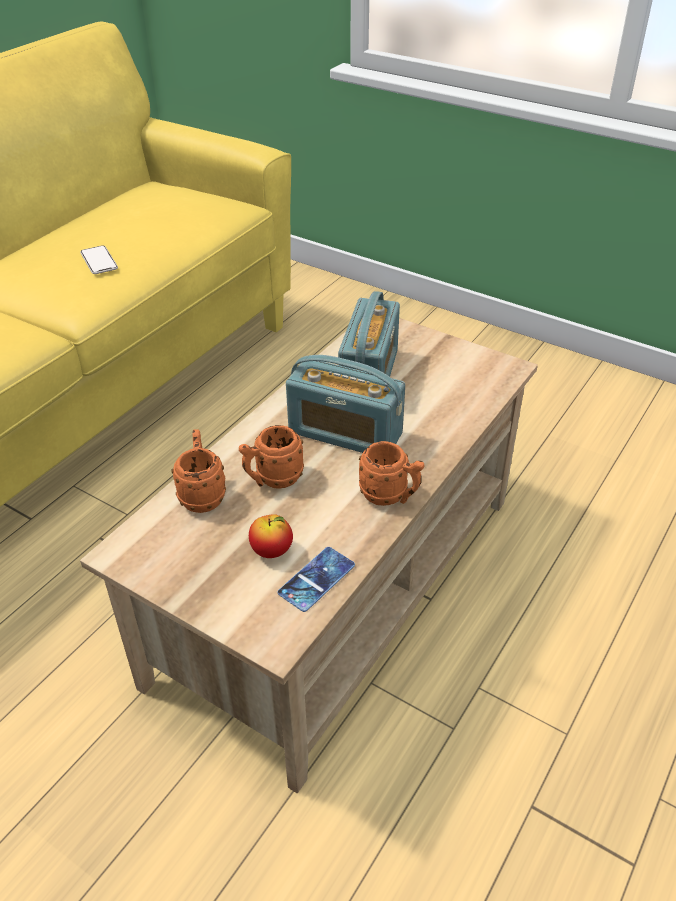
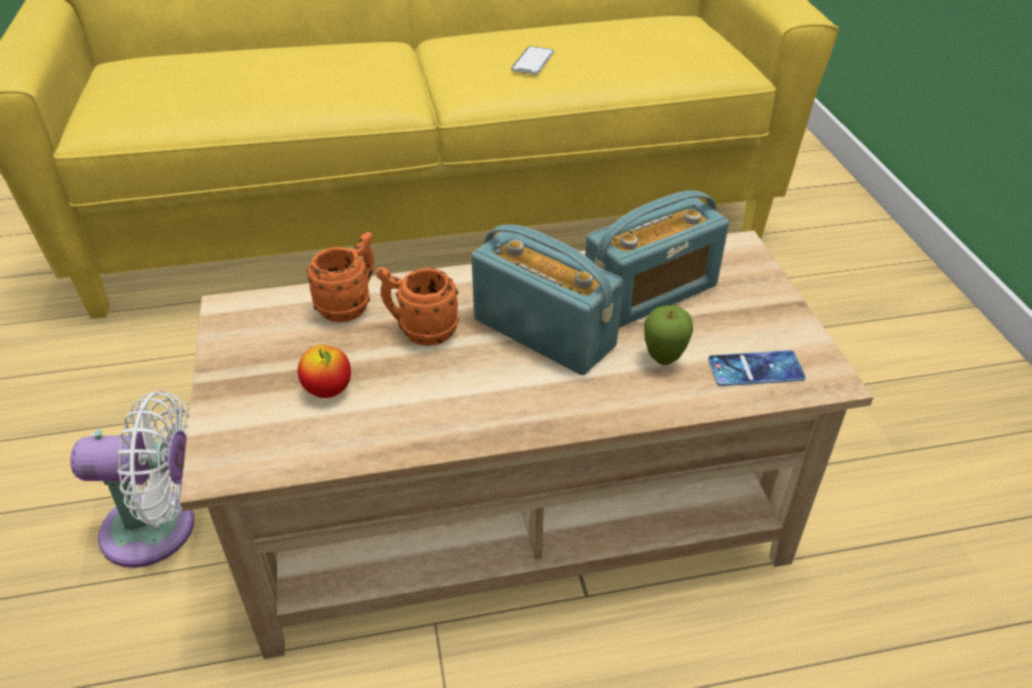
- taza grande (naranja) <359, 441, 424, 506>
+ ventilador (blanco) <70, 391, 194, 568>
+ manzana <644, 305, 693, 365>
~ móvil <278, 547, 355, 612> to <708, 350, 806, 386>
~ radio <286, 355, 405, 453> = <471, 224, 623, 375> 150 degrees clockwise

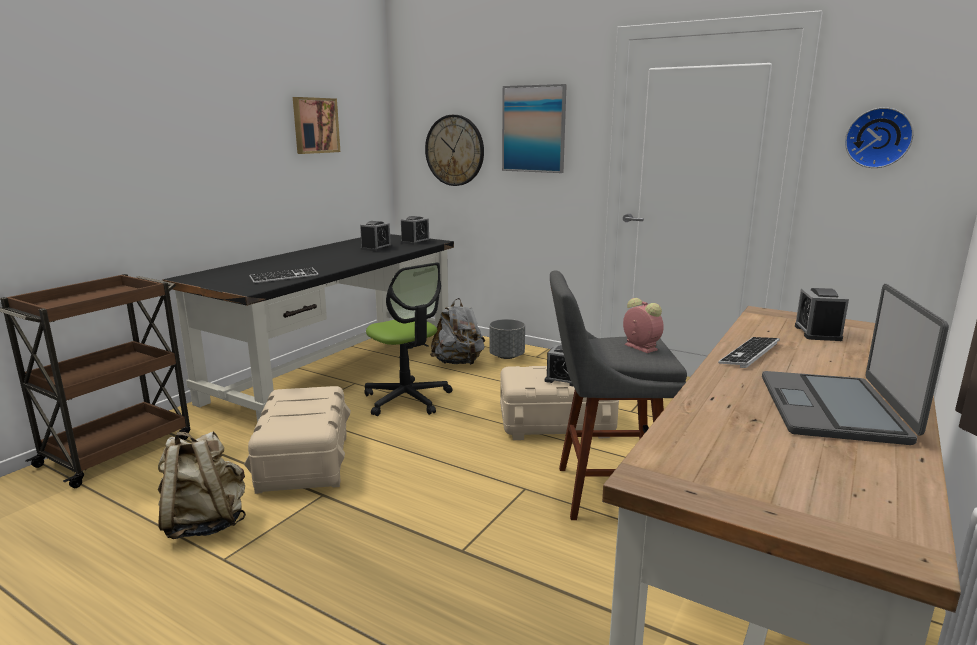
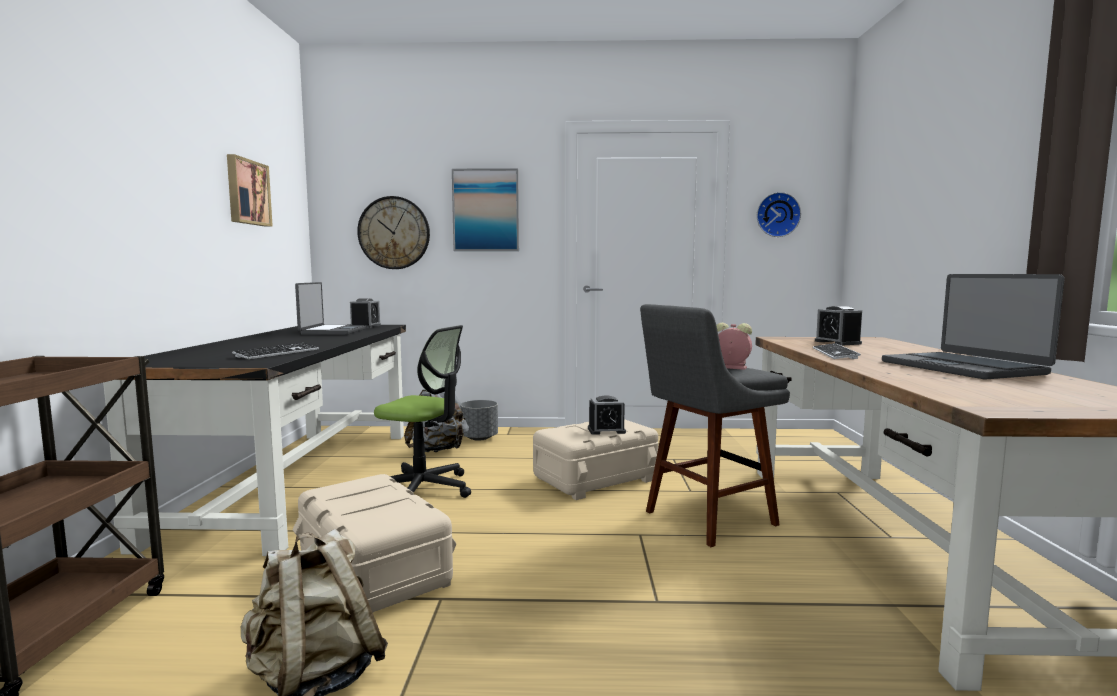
~ despertador <360, 221, 391, 251> to portátil <295, 282, 367, 335>

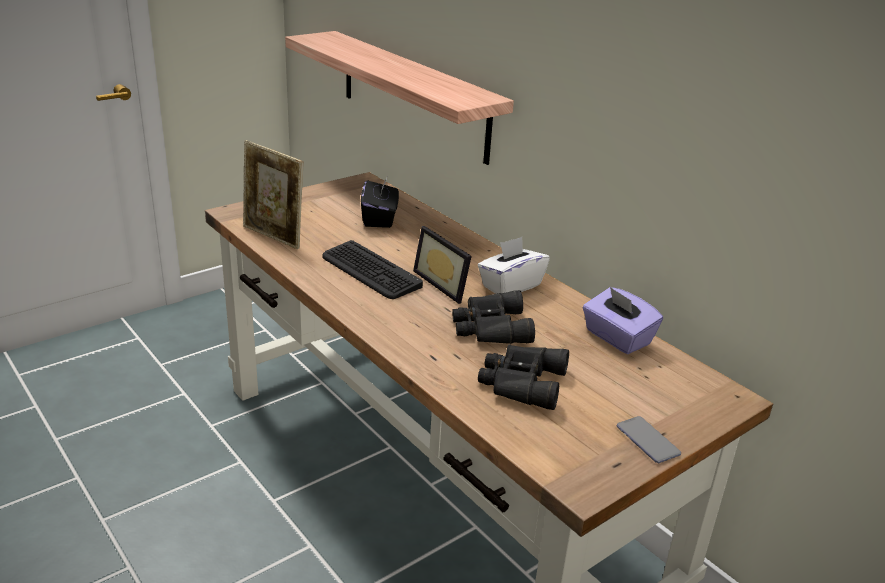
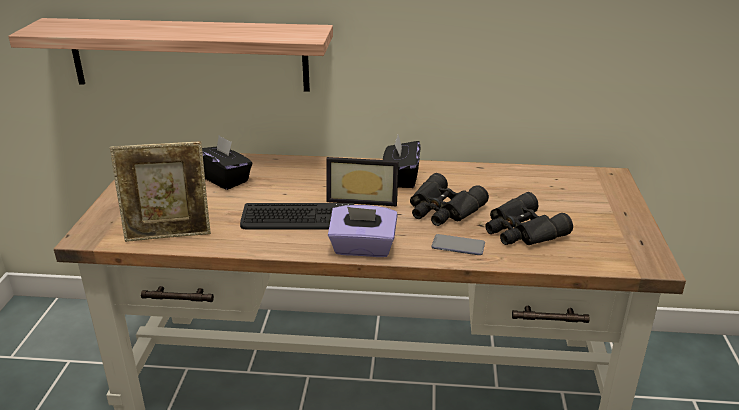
~ caja de pañuelos (morado) <583, 287, 663, 354> to <328, 205, 398, 257>
~ móvil <617, 416, 681, 463> to <431, 234, 485, 255>
~ caja de pañuelos (blanco) <478, 237, 550, 294> to caja de pañuelos (negro) <383, 135, 421, 188>

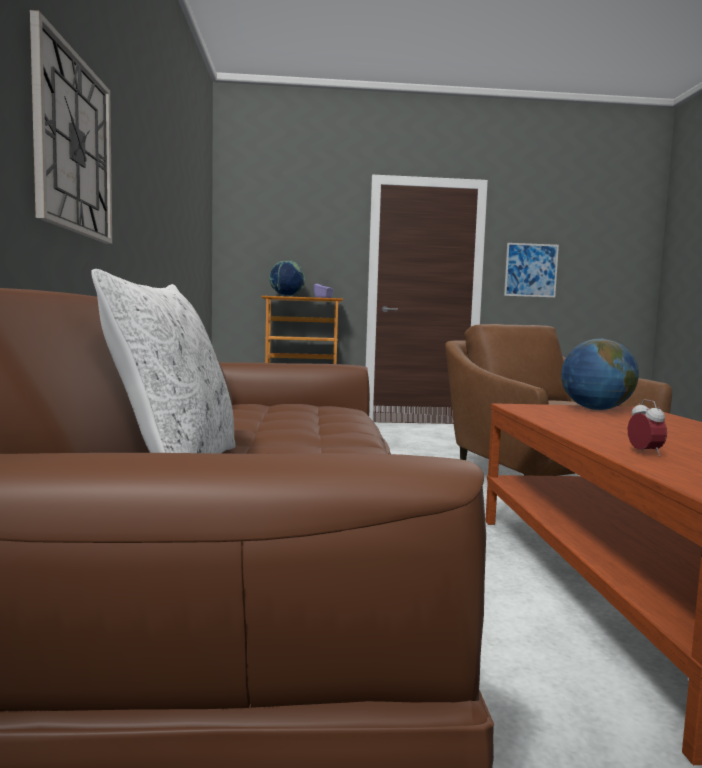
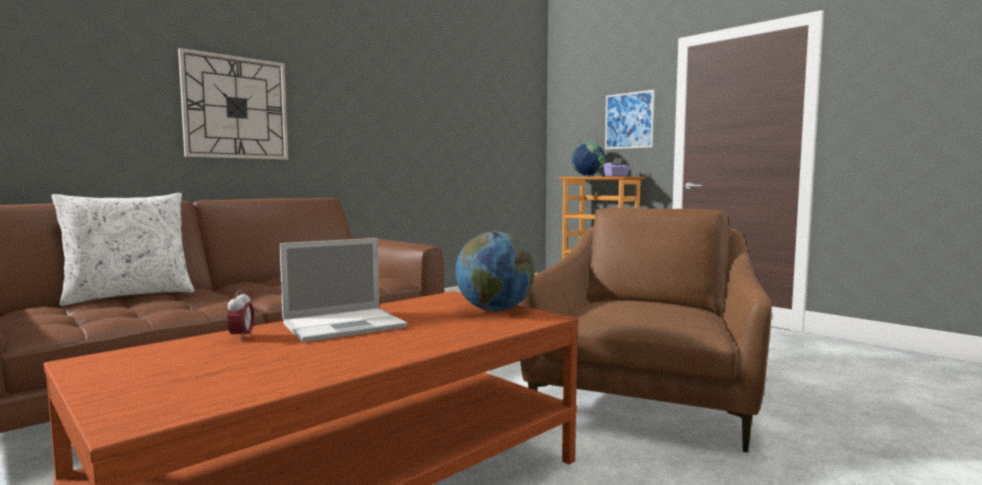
+ portátil <280, 238, 407, 343>
~ cuadro <504, 243, 559, 298> to <605, 90, 655, 150>
~ despertador <628, 399, 667, 457> = <227, 290, 255, 341> 45 degrees counterclockwise

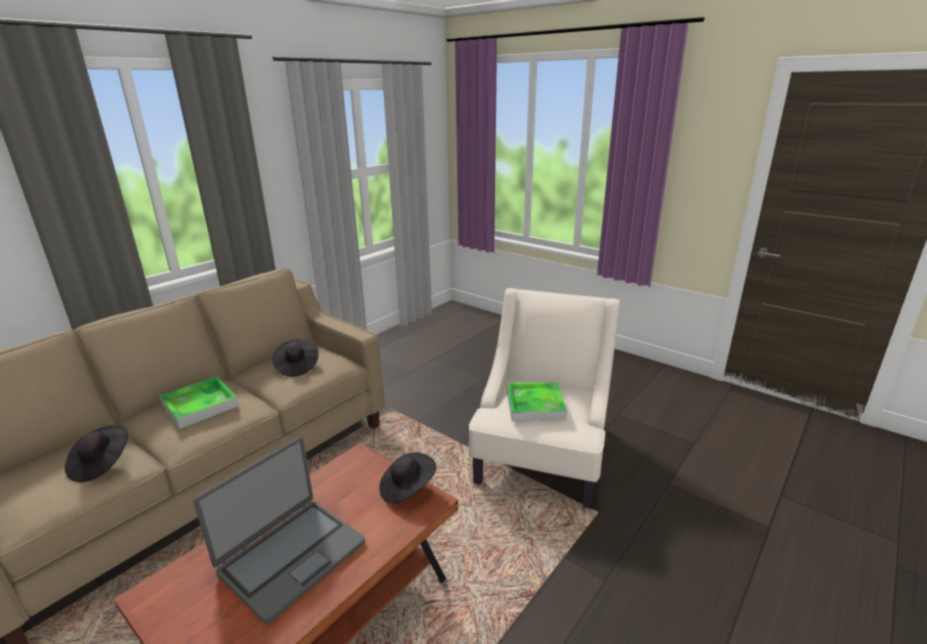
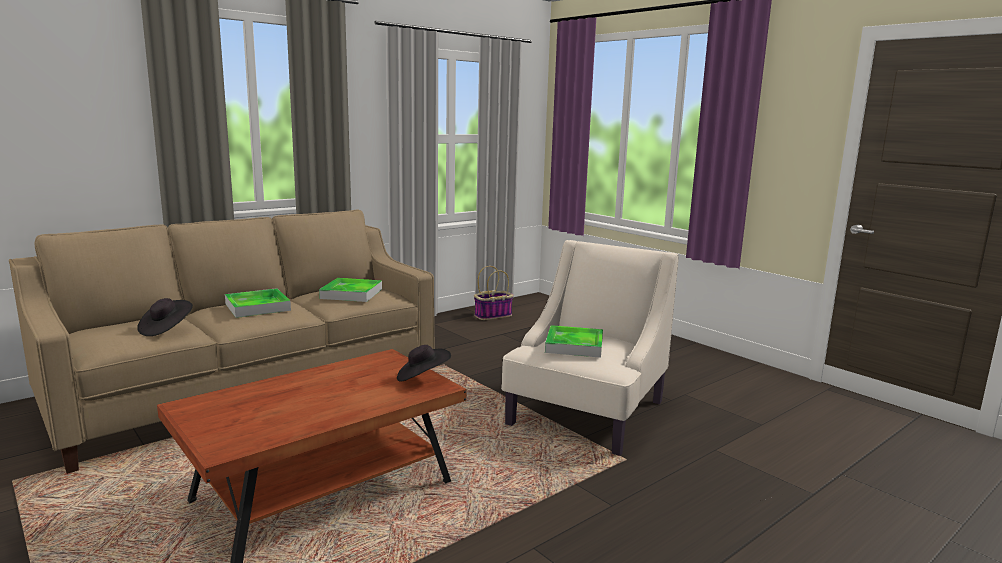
- portátil <193, 437, 365, 624>
+ cesta <474, 266, 513, 320>
~ sombrero (negro) <272, 339, 319, 377> to bandeja <319, 278, 382, 302>

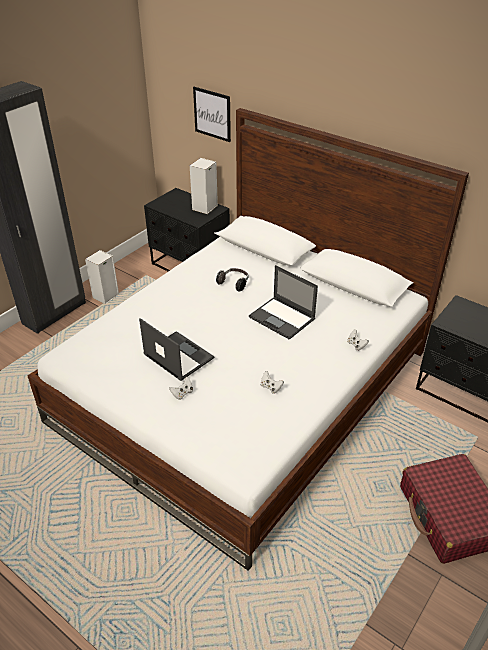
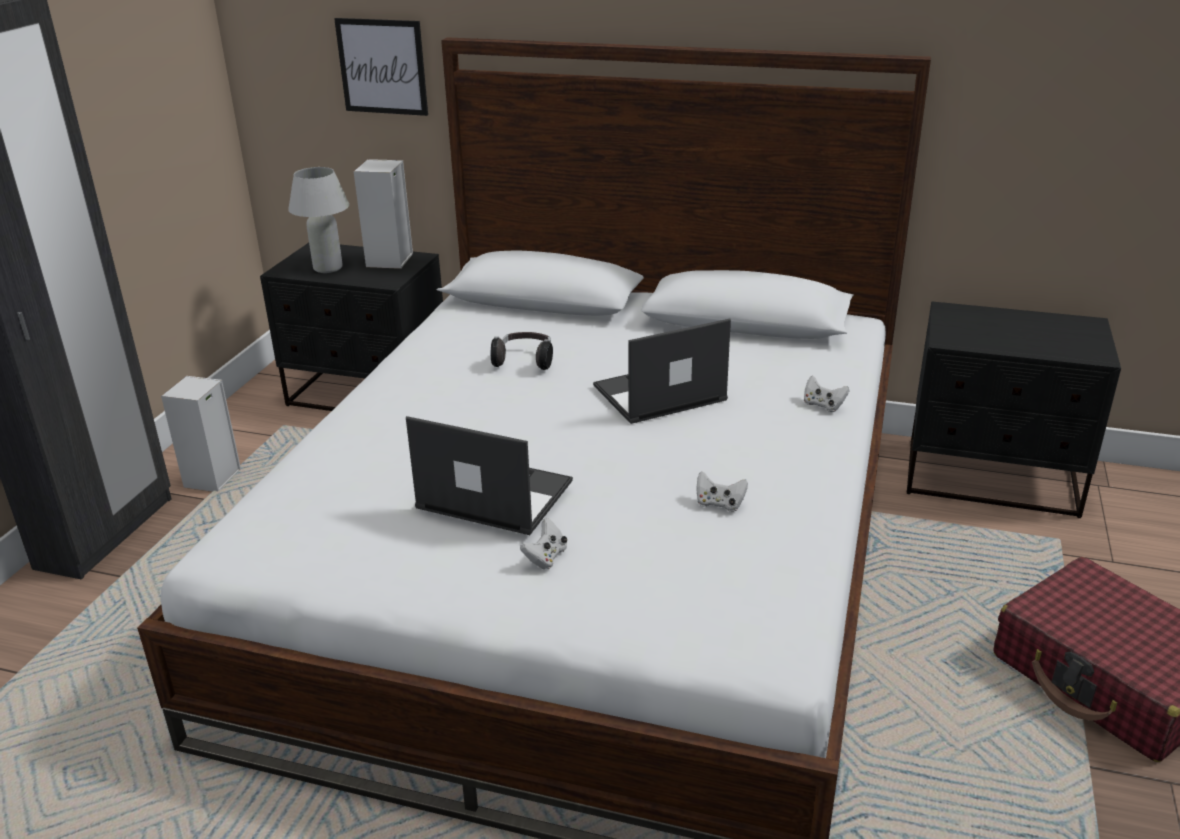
+ lámpara de mesa (blanco) <288, 167, 349, 273>
~ portátil <249, 265, 318, 340> = <593, 318, 731, 424> 135 degrees clockwise

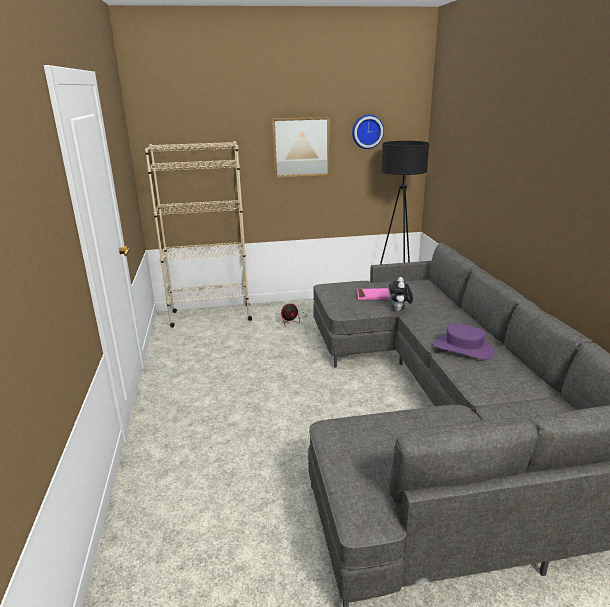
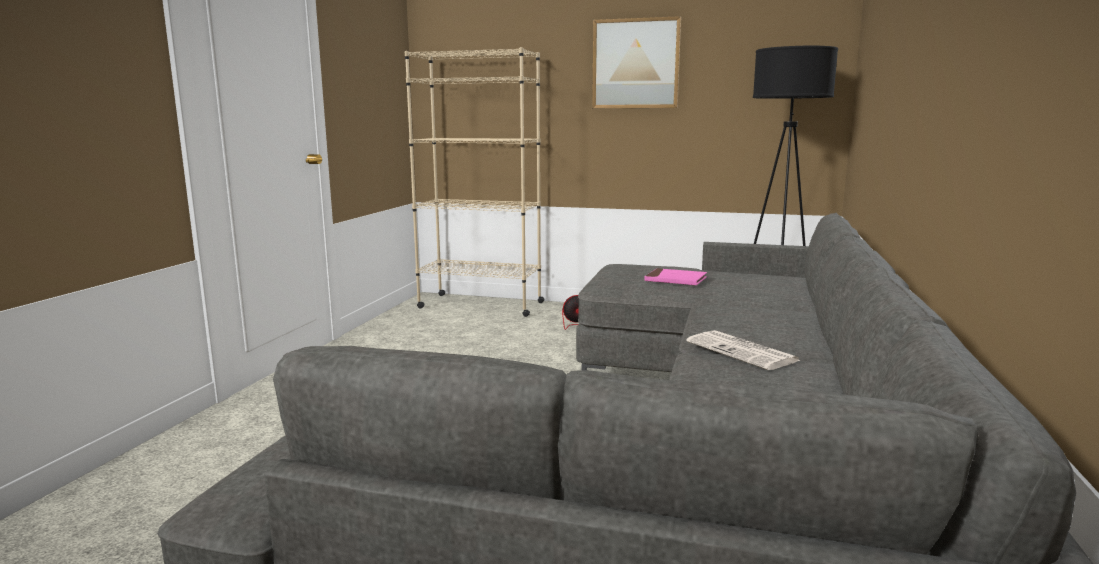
- reloj de pared <352, 115, 384, 149>
- peluche <389, 277, 413, 311>
~ sombrero (morado) <434, 323, 495, 360> to periódico <686, 330, 800, 370>

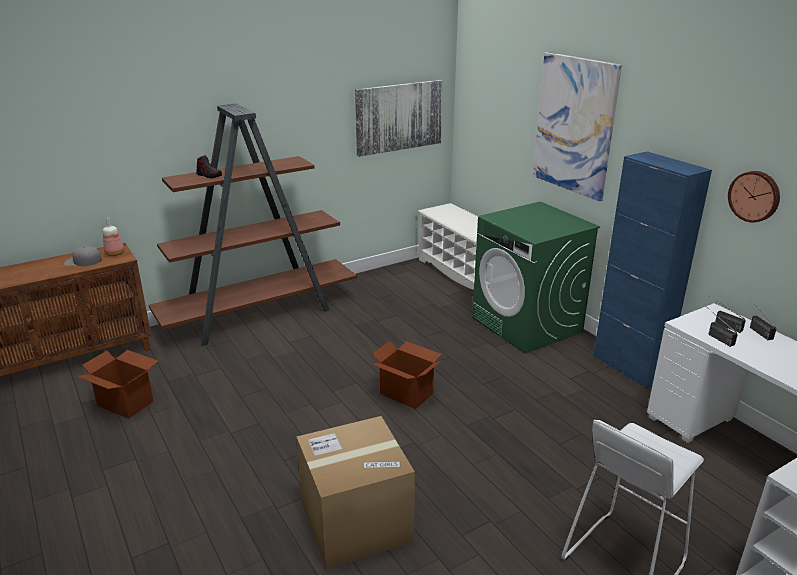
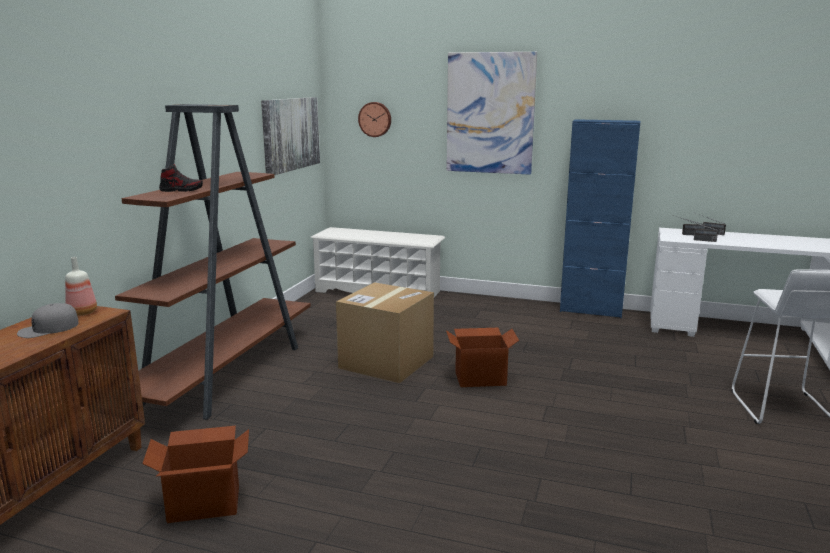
- lavadora (verde) <472, 201, 600, 354>
~ caja de cartón <296, 416, 415, 569> to <336, 282, 434, 383>
~ reloj de pared <728, 171, 780, 222> to <358, 102, 391, 137>

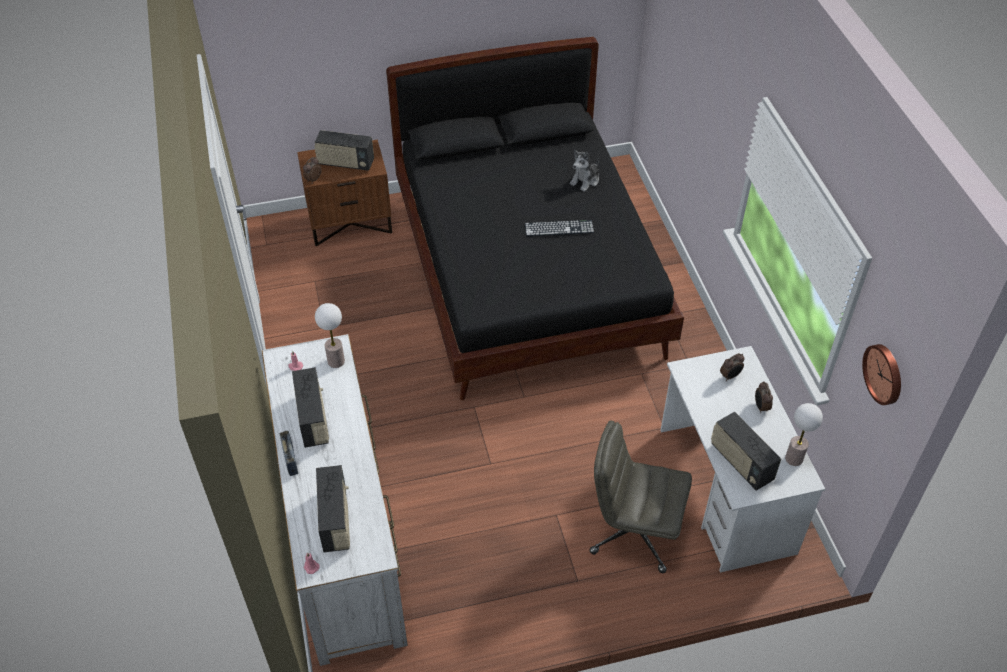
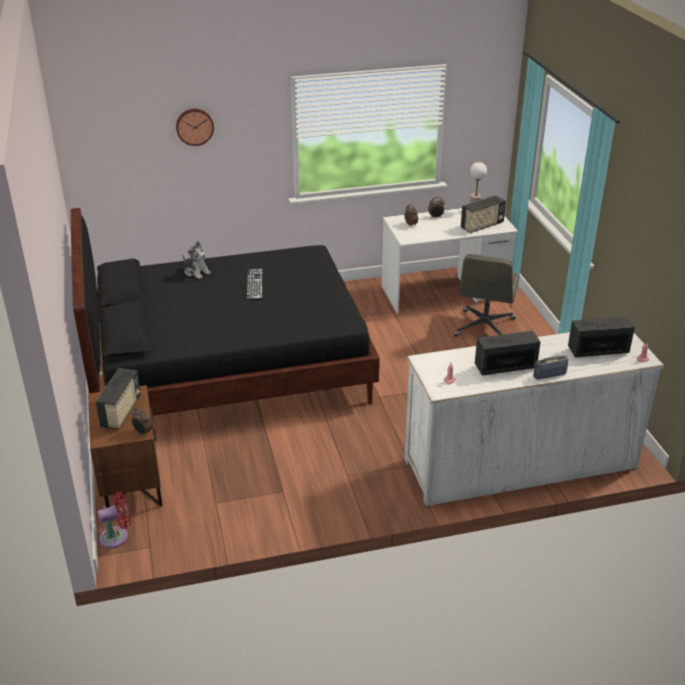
- lámpara de mesa <315, 303, 345, 368>
+ ventilador (rojo) <97, 492, 131, 548>
~ reloj de pared <862, 344, 901, 405> to <176, 109, 214, 146>

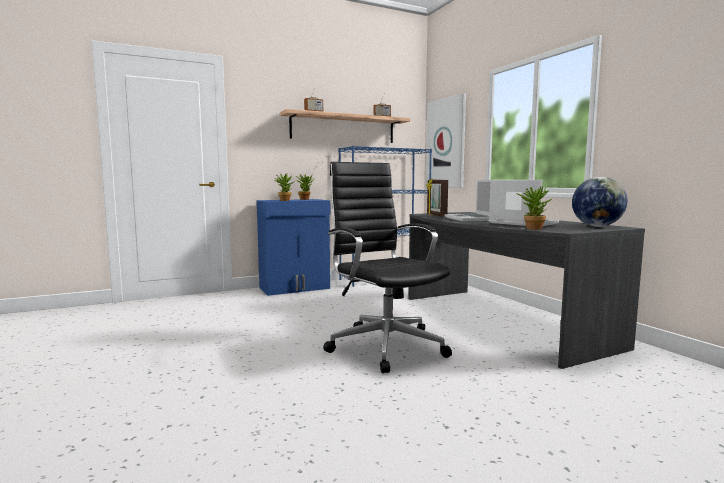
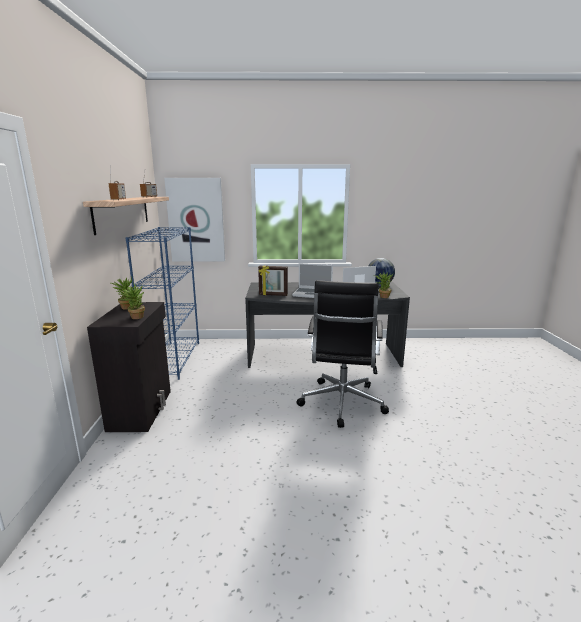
~ armario (azul) <257, 199, 330, 296> to armario (negro) <87, 302, 171, 432>
~ silla de oficina (negro) <323, 162, 452, 373> = <297, 280, 389, 428> 75 degrees counterclockwise

